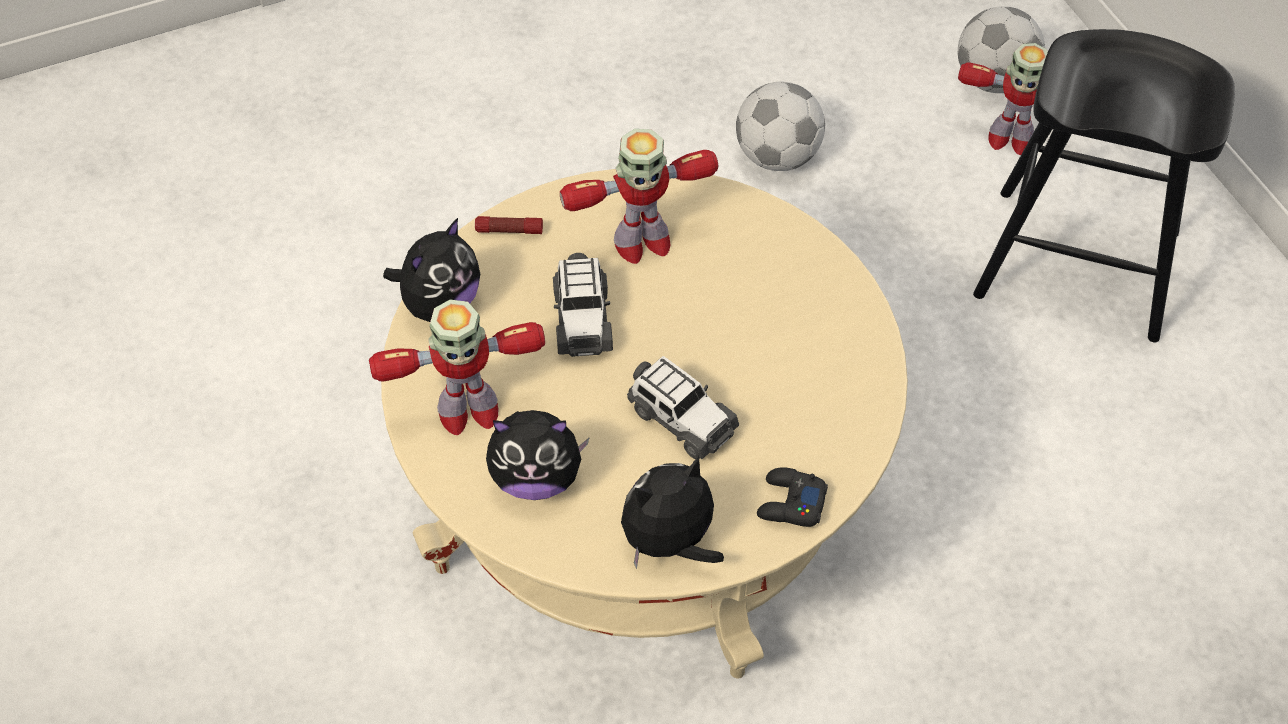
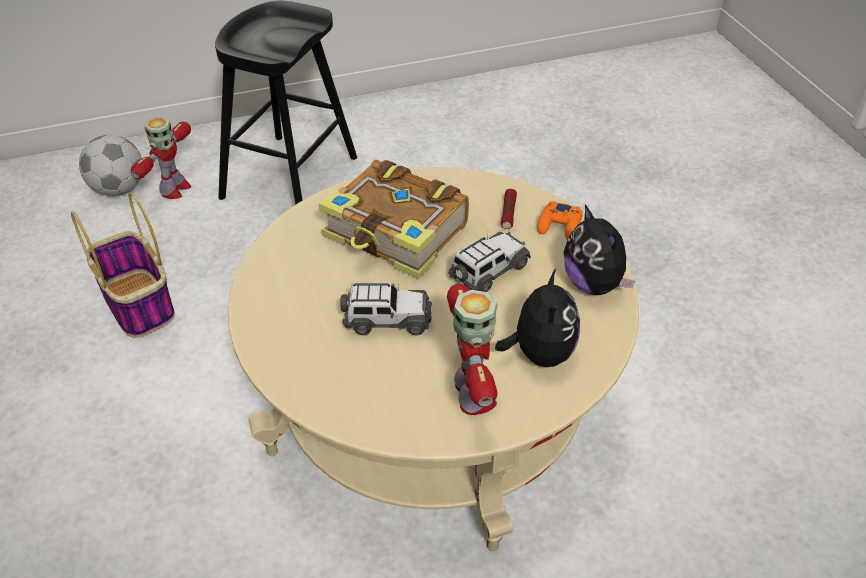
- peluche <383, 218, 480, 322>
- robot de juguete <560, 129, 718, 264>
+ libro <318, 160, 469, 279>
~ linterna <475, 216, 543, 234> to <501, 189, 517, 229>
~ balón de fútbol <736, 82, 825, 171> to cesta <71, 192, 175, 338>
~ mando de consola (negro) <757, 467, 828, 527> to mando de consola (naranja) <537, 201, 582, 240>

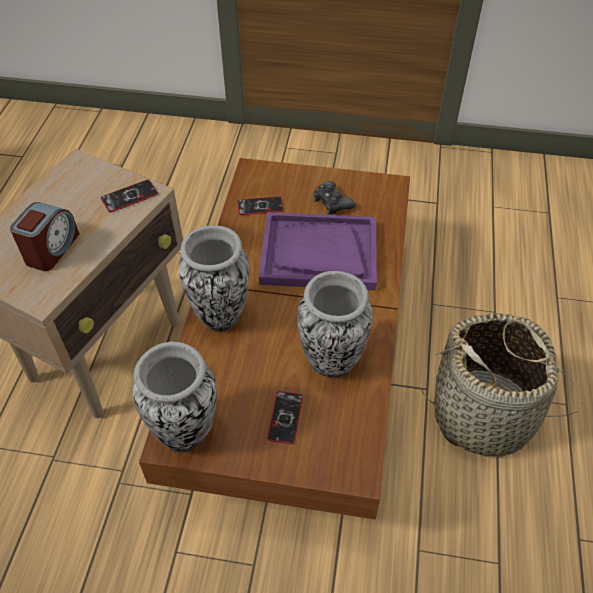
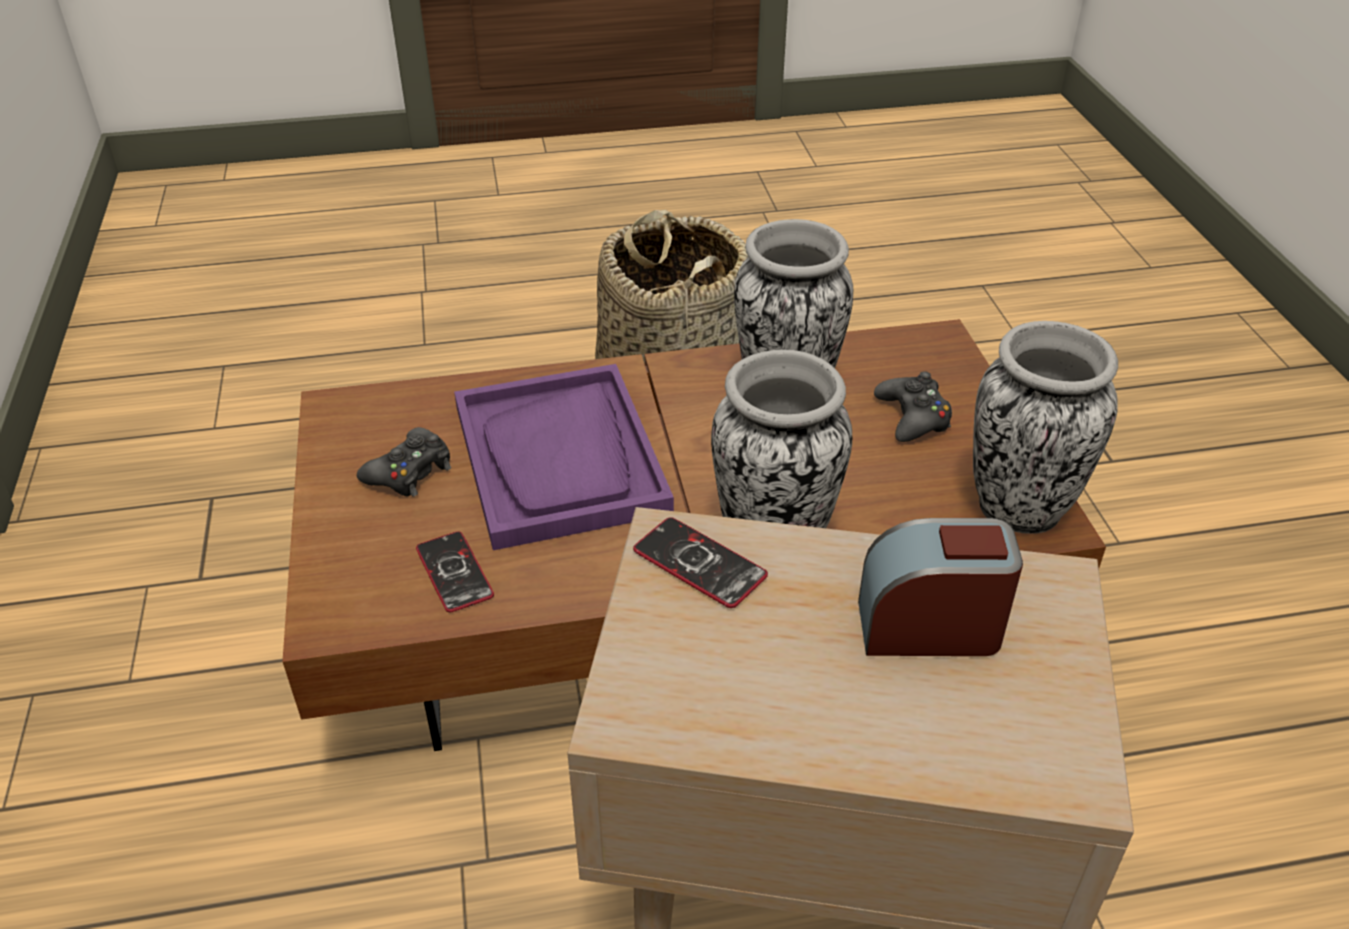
~ móvil <267, 391, 303, 444> to mando de consola (negro) <874, 371, 952, 442>

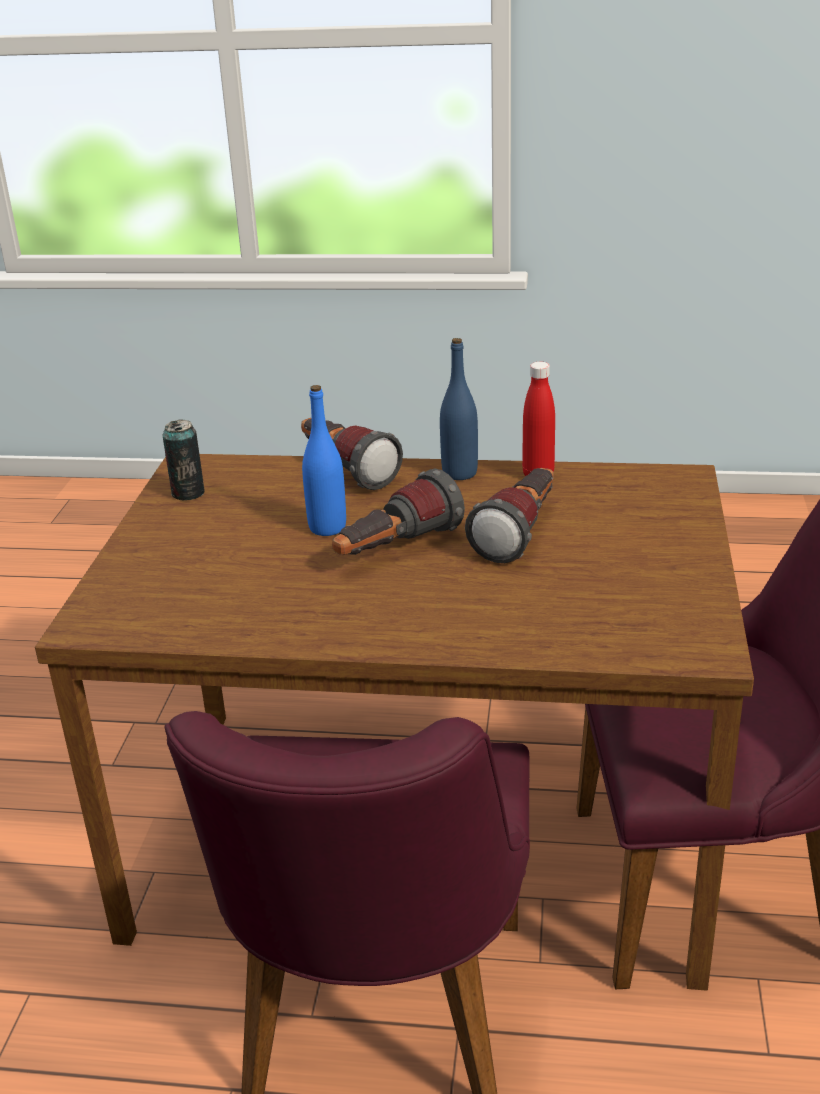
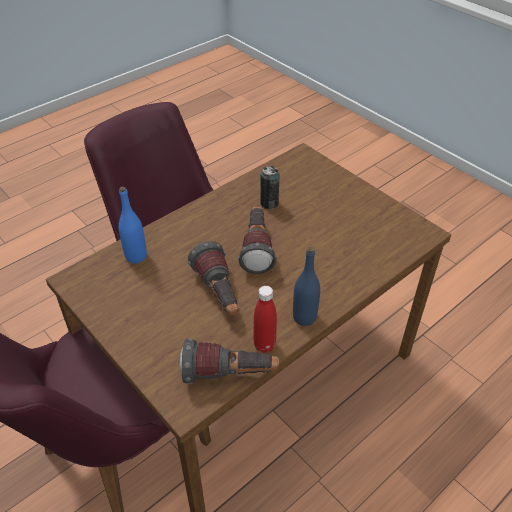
~ lata <162, 419, 204, 500> to <260, 166, 280, 209>
~ linterna <301, 418, 403, 490> to <180, 338, 279, 384>
~ botella (azul) <302, 385, 346, 536> to <119, 187, 147, 263>

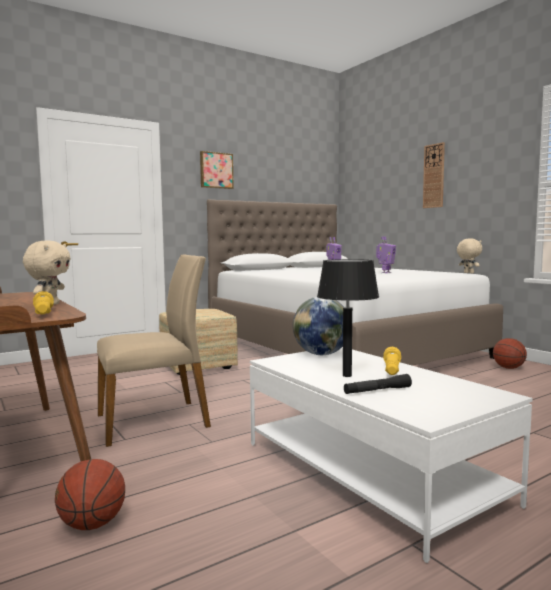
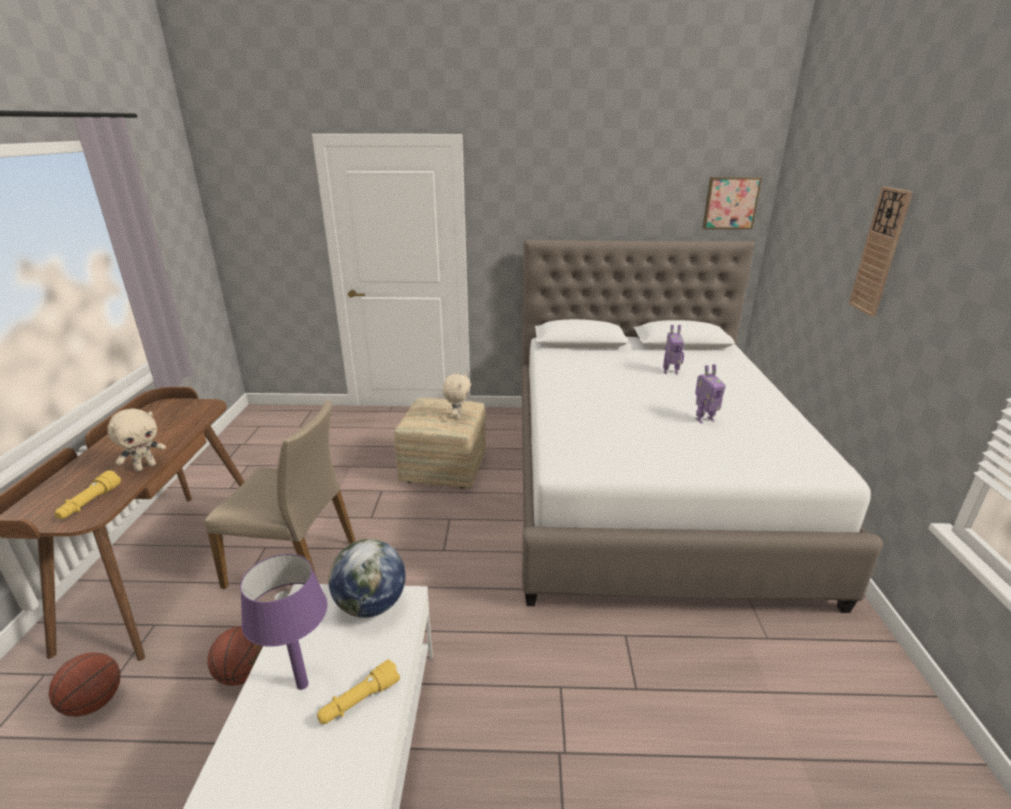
- linterna (negro) <344, 374, 412, 394>
~ cuadro <200, 151, 234, 189> to <702, 177, 762, 229>
~ peluche (beis) <457, 238, 482, 274> to <442, 373, 471, 420>
~ balón de baloncesto <493, 338, 527, 369> to <207, 626, 263, 686>
~ lámpara de mesa (negro) <317, 259, 379, 377> to lámpara de mesa (morado) <240, 554, 328, 690>

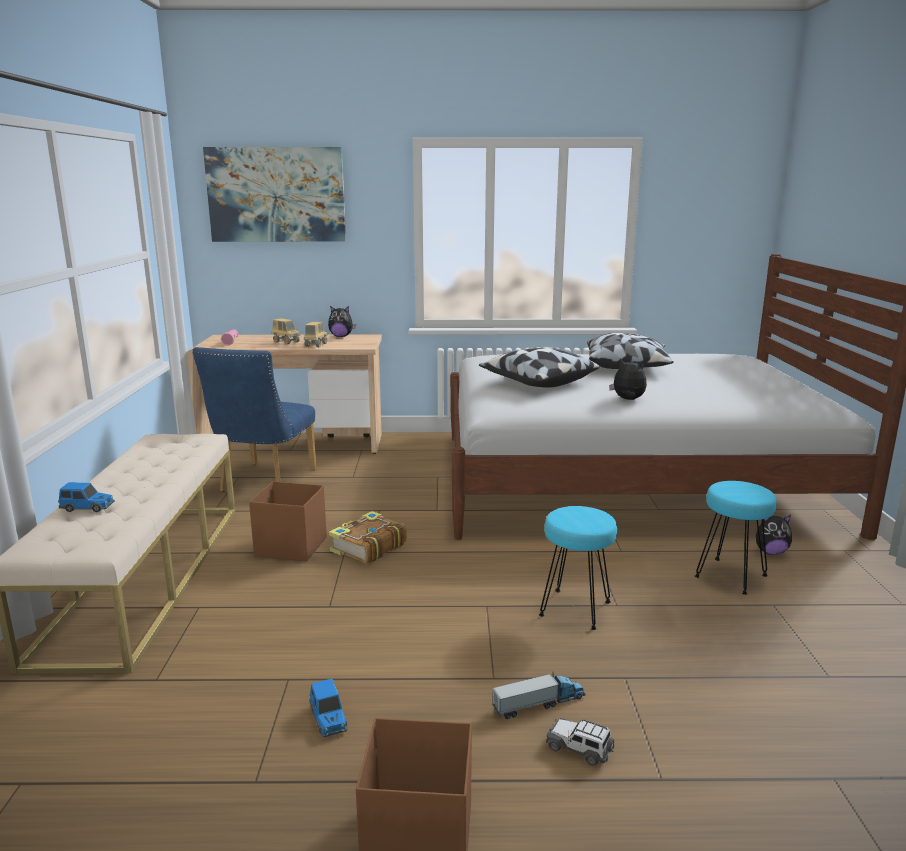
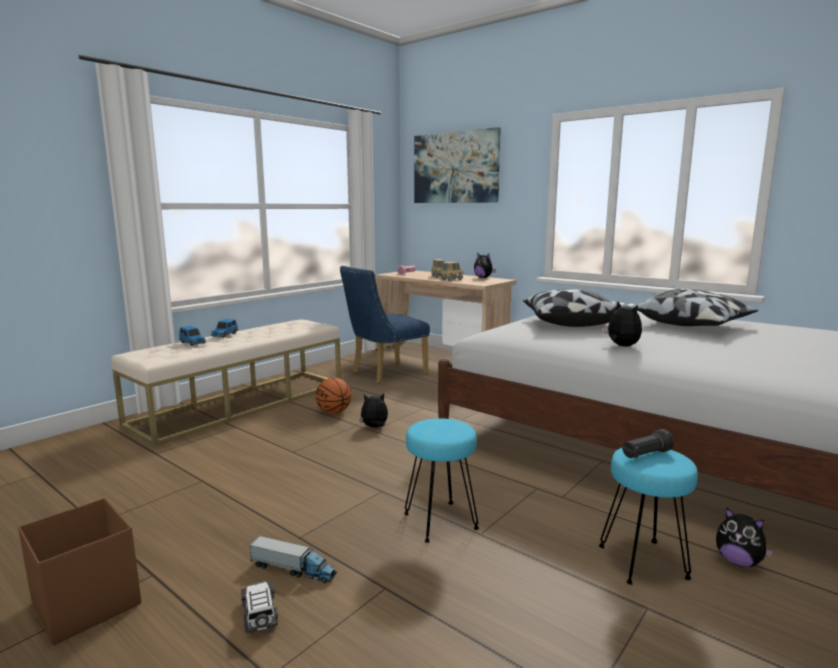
+ linterna (negro) <622, 429, 674, 458>
~ coche de juguete <309, 679, 348, 737> to <211, 319, 238, 338>
~ caja de almacenaje (marrón) <249, 481, 327, 562> to balón de baloncesto <316, 378, 352, 414>
~ libro <329, 511, 407, 564> to peluche <360, 393, 388, 428>

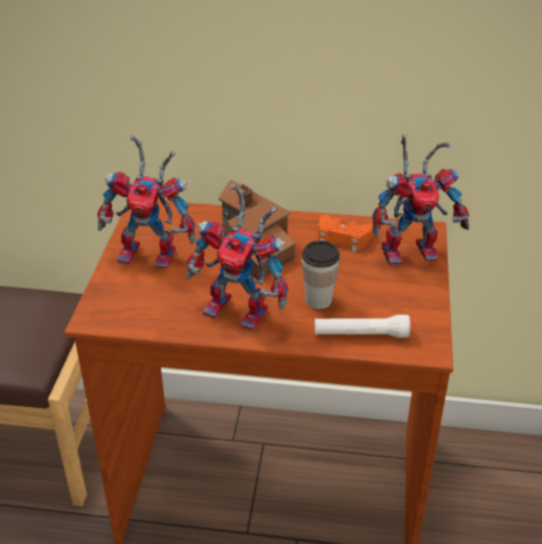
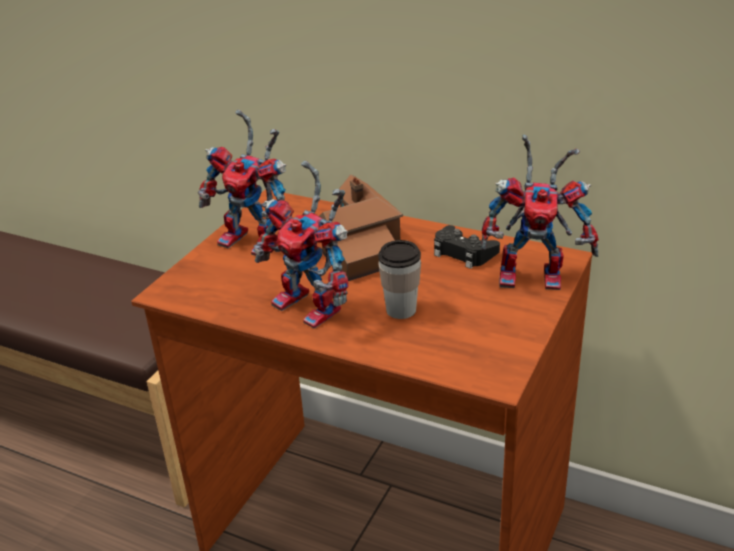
- linterna (blanco) <315, 315, 410, 338>
~ mando de consola (naranja) <318, 214, 374, 252> to mando de consola (negro) <434, 225, 500, 269>

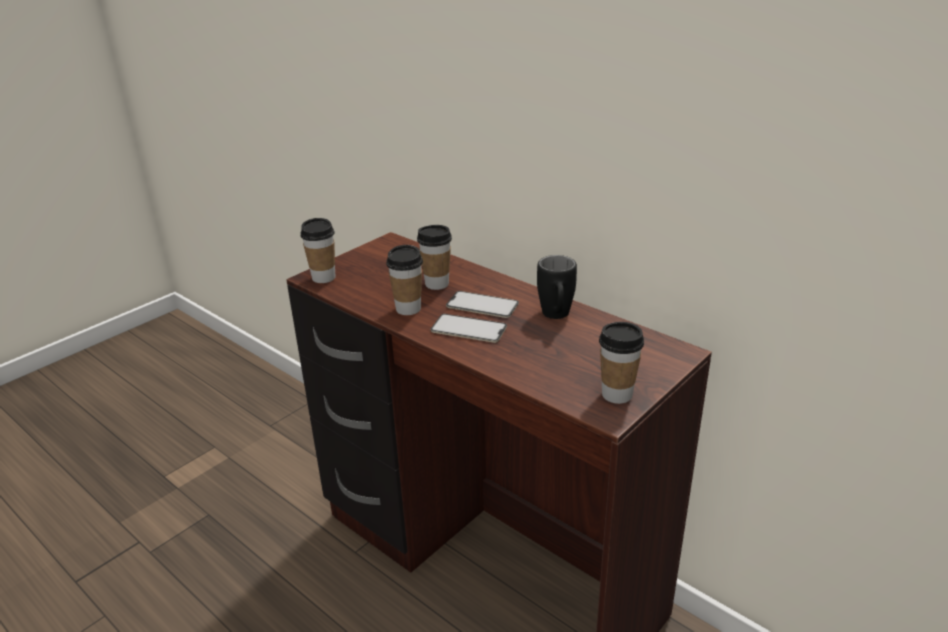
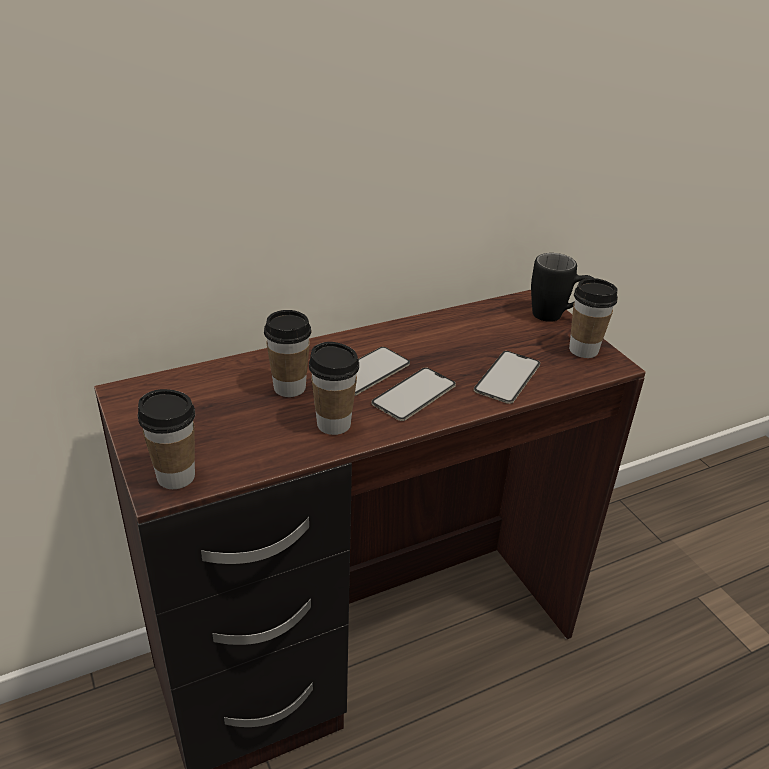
+ móvil <474, 351, 540, 404>
~ taza grande (negro) <537, 255, 577, 319> to <531, 253, 593, 322>

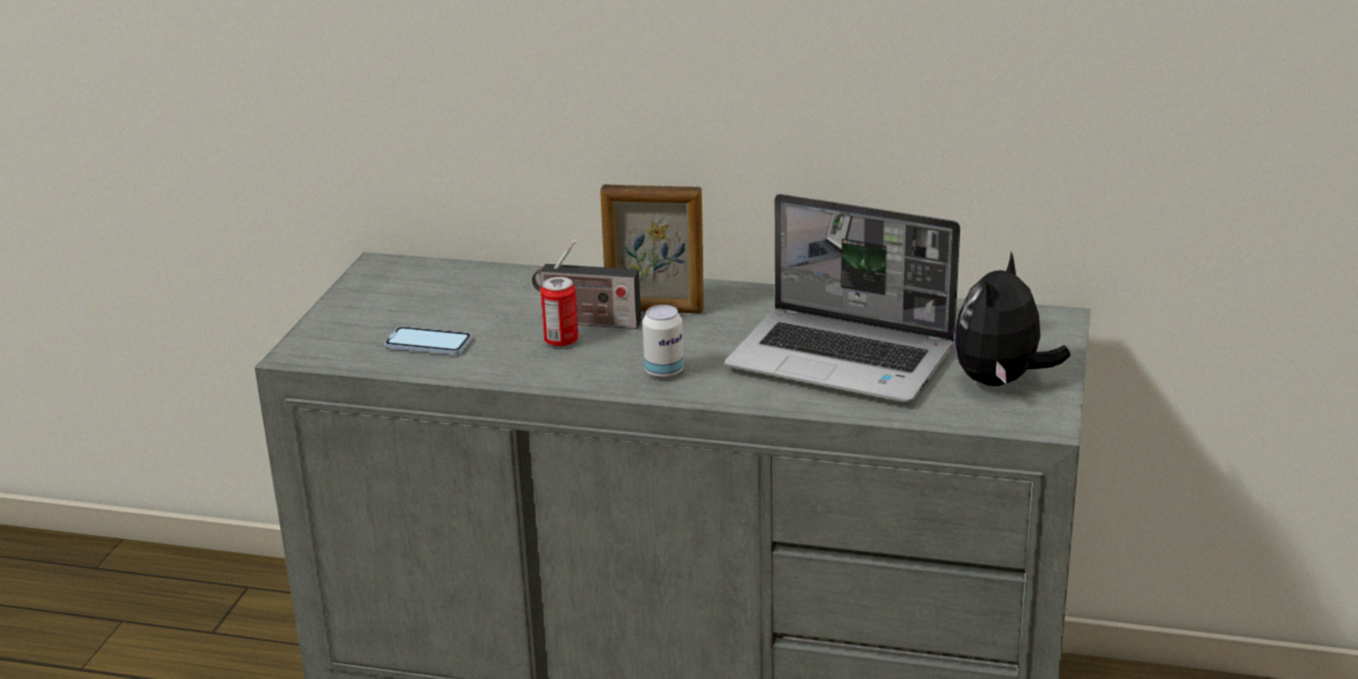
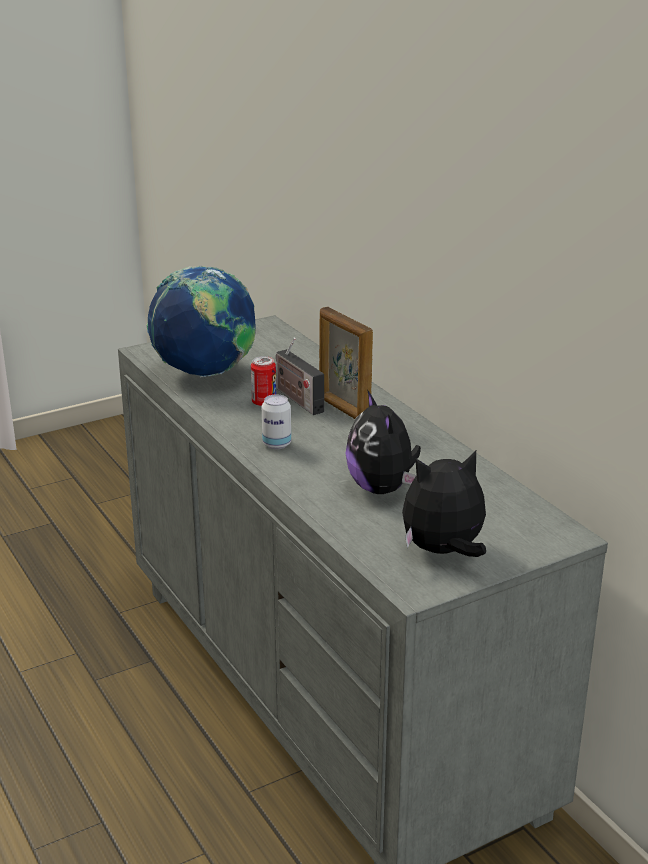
~ móvil <384, 326, 472, 355> to globo terráqueo <146, 266, 256, 378>
~ portátil <725, 194, 960, 402> to peluche <345, 390, 421, 494>

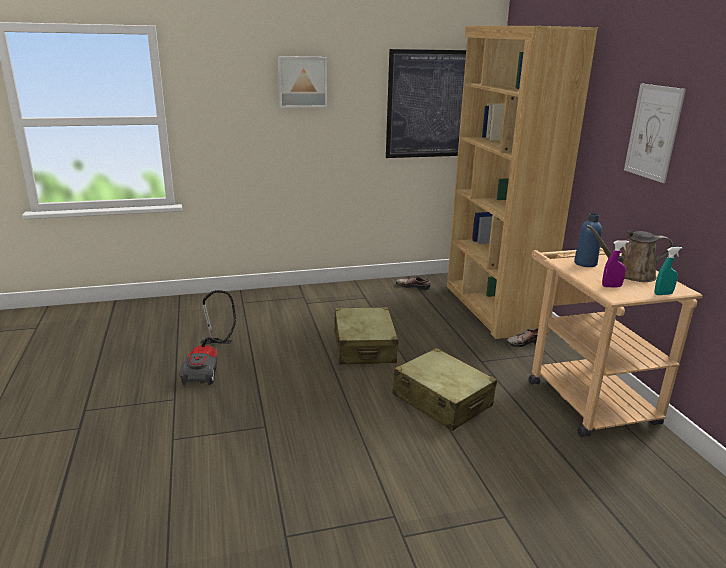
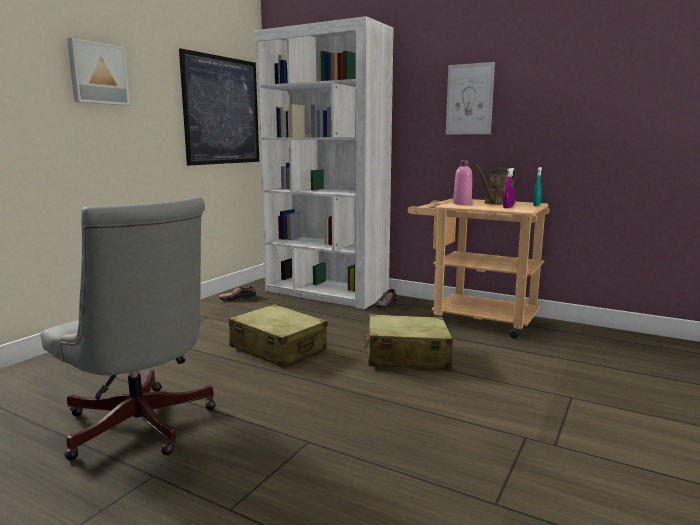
~ aspiradora <179, 290, 236, 385> to silla de oficina (gris) <40, 197, 216, 460>
~ estantería (marrón) <447, 26, 598, 339> to estantería (blanco) <254, 16, 394, 309>
~ botella (azul) <574, 213, 602, 267> to botella (rosa) <453, 161, 472, 205>

